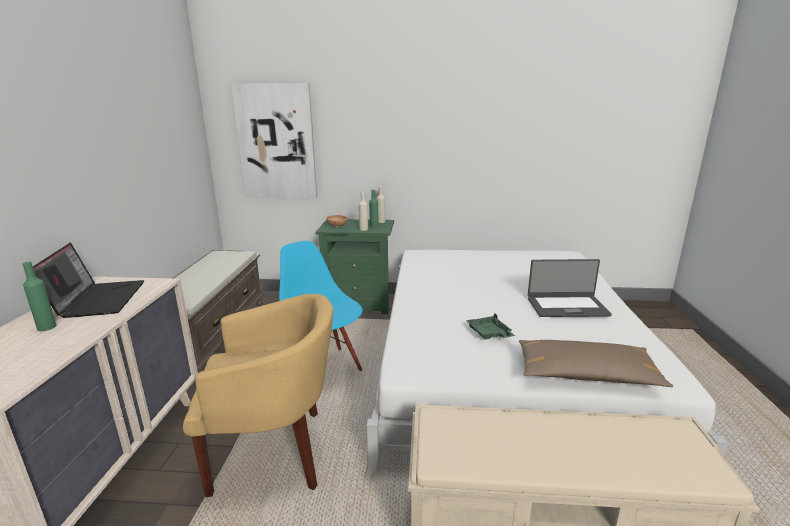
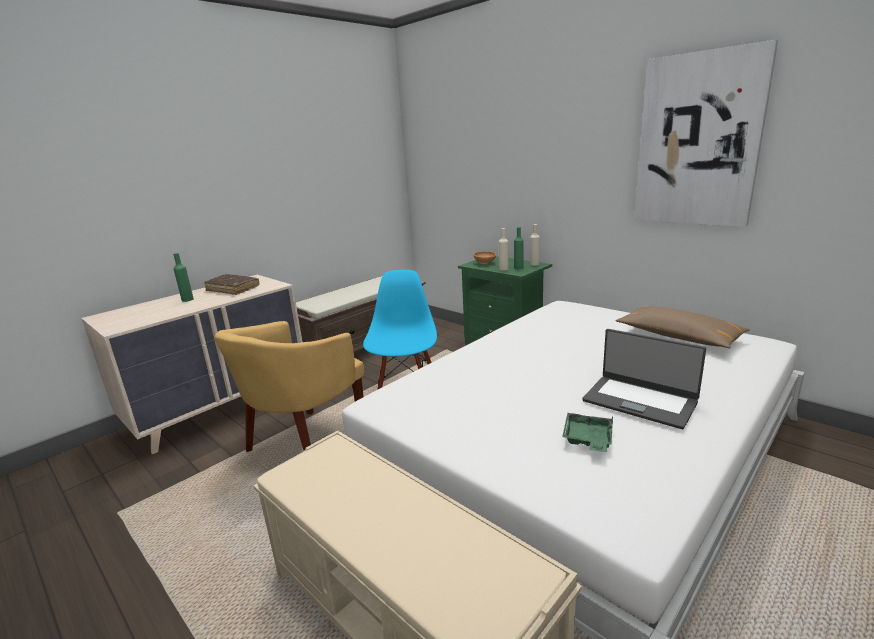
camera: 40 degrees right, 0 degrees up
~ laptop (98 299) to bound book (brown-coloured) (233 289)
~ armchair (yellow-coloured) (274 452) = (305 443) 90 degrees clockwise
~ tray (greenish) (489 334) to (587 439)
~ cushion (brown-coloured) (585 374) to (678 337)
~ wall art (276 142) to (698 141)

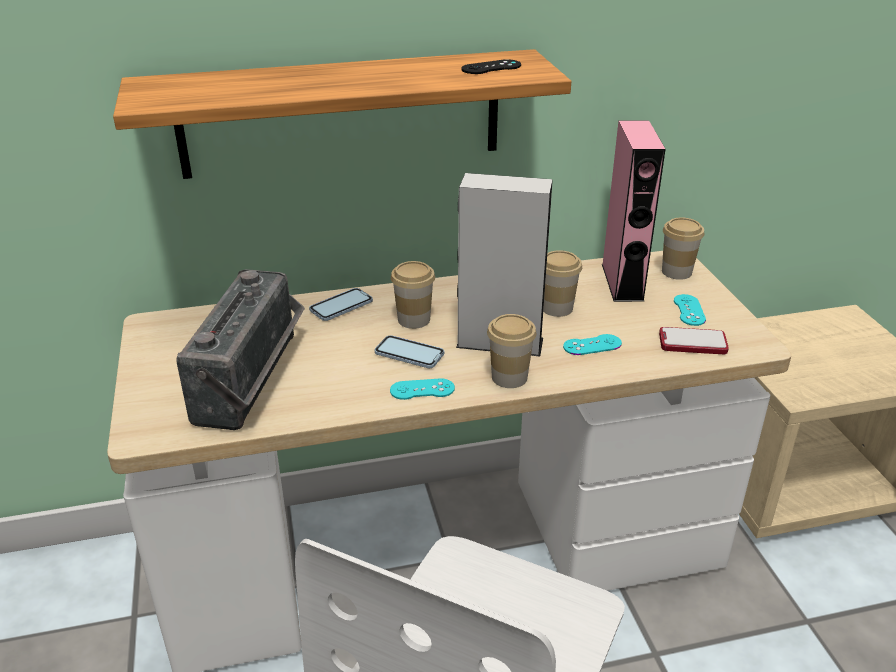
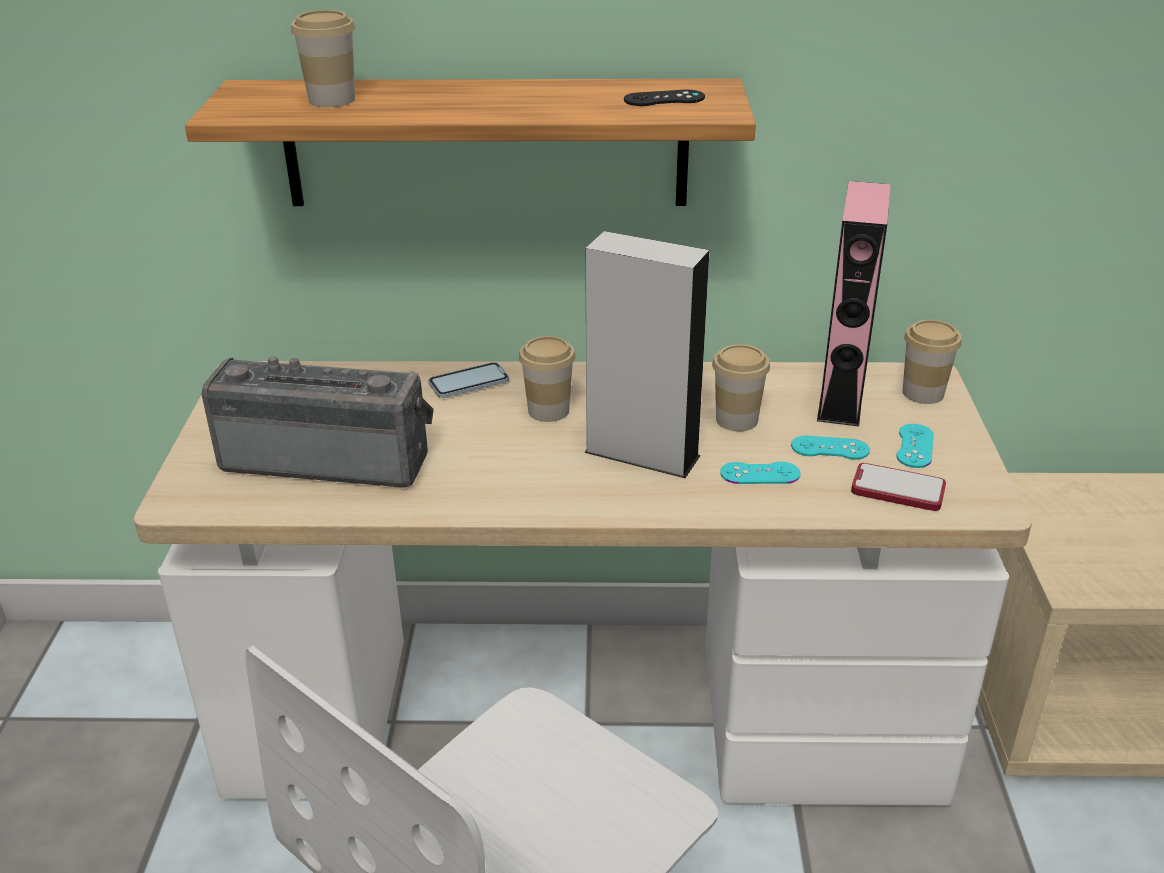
camera: 15 degrees right, 0 degrees up
~ radio (254 380) = (328 458) 105 degrees counterclockwise
~ drinking cup (509 377) to (332 100)
~ gamepad (blue-green) (422 389) to (830 448)
- phone (409 354)

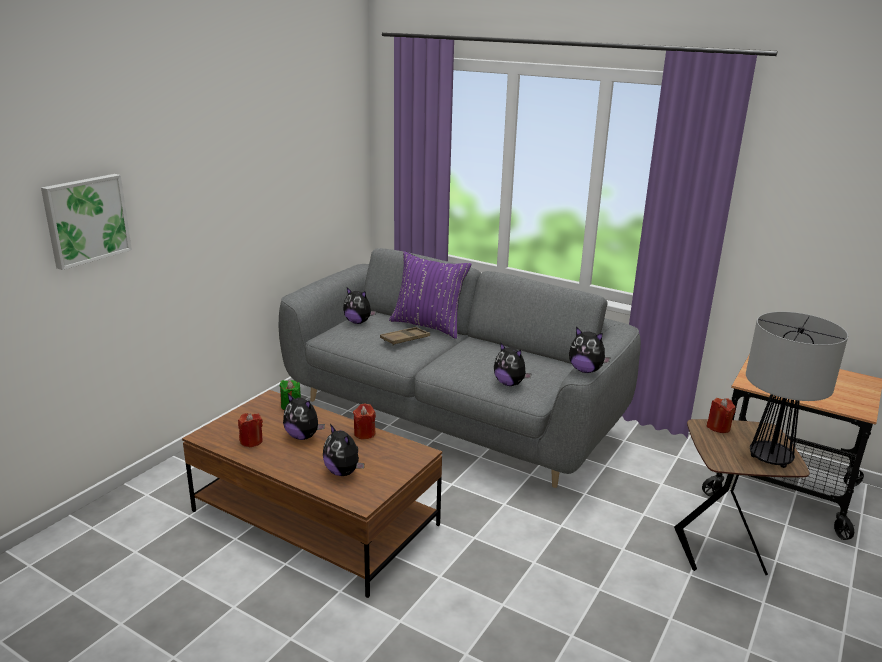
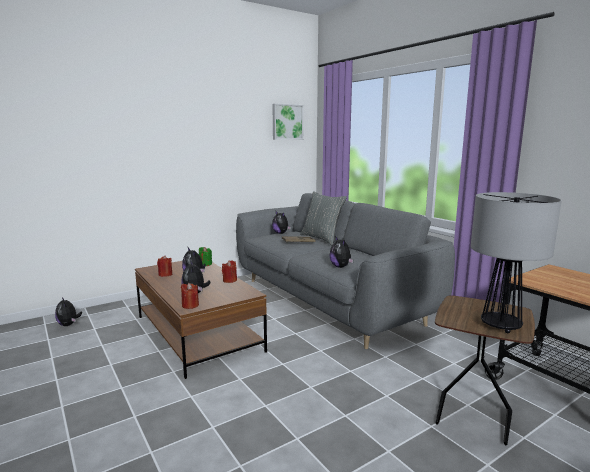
camera: 25 degrees right, 10 degrees down
~ cuddly toy (586 370) to (69 324)
~ wax light (red-coloured) (718 427) to (190 305)
~ wall art (86 220) to (287 122)
~ cushion (purple) (428 326) to cushion (gray) (321 239)

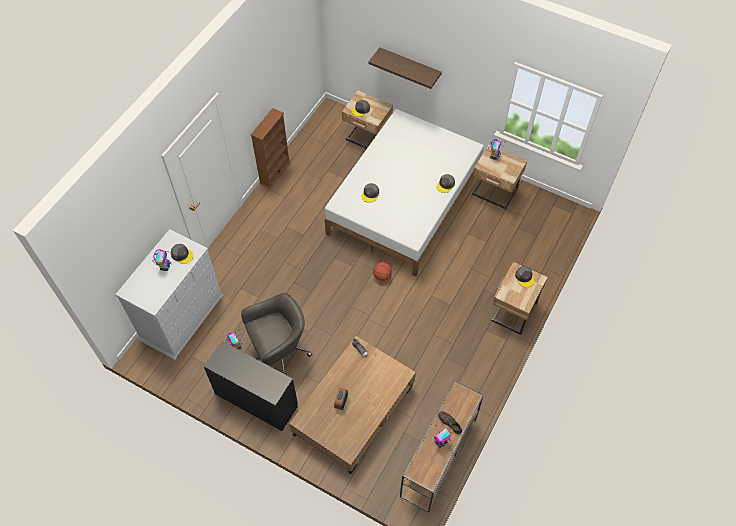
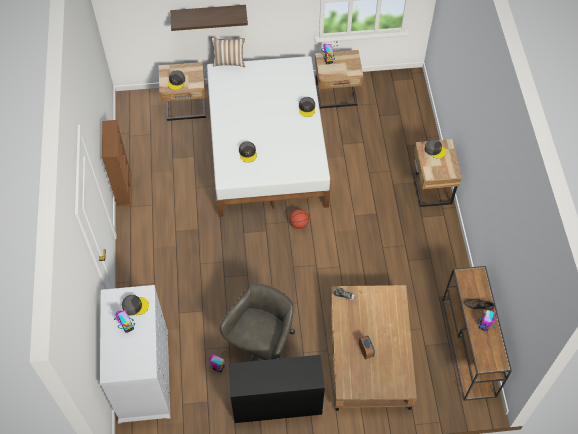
camera: 35 degrees left, 0 degrees up
+ cushion (229 62)

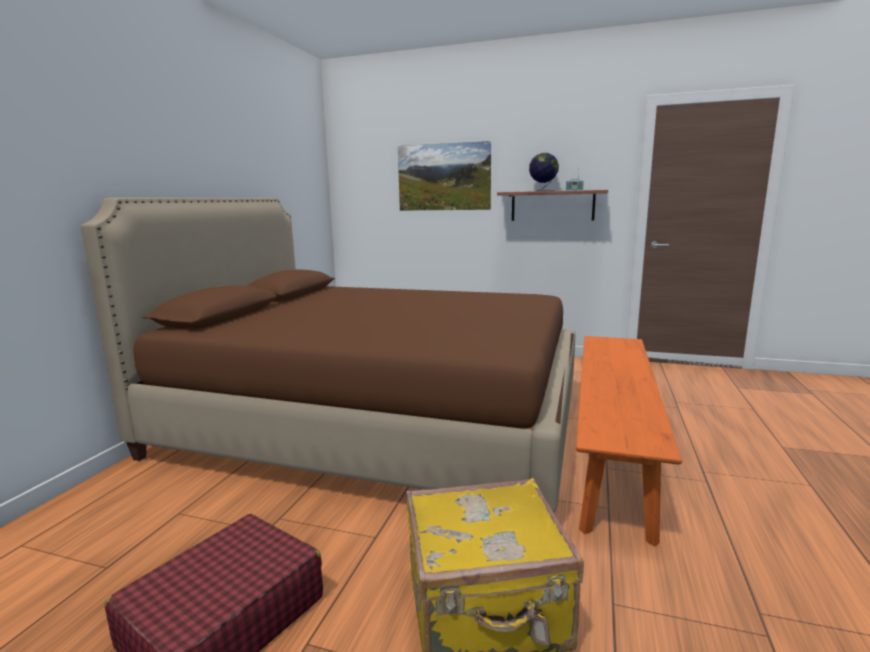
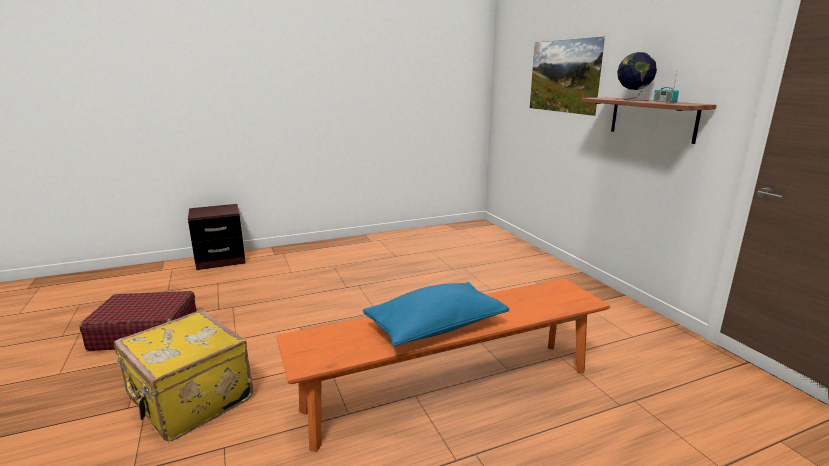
camera: 50 degrees right, 5 degrees up
+ bedside table (brown-coloured) (221 260)
+ cushion (blue-coloured) (436 327)
- bed (brown-coloured) (378 422)

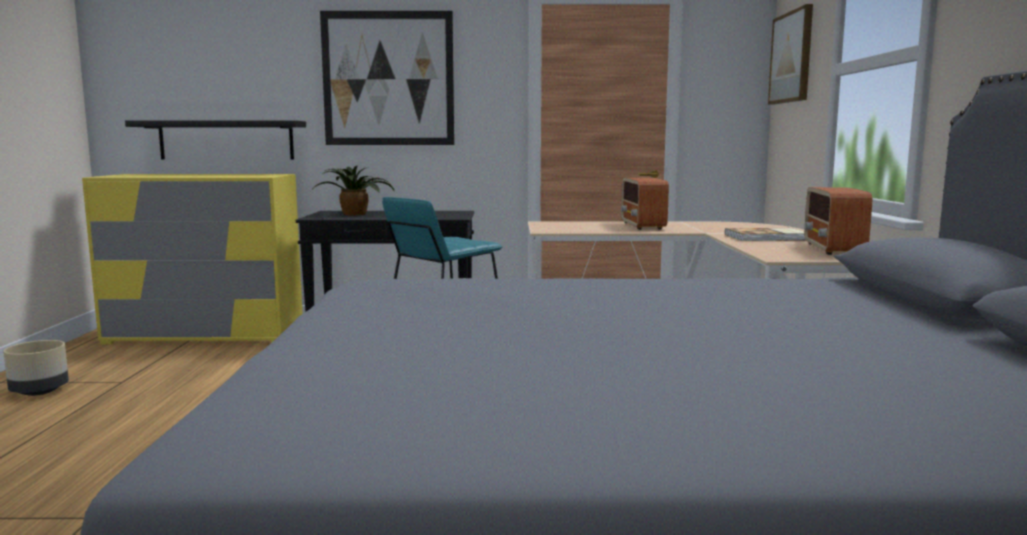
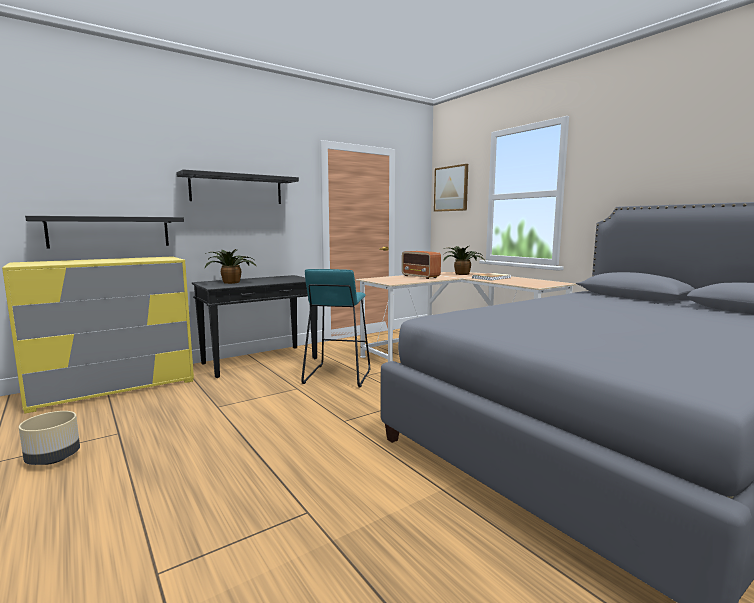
camera: 35 degrees left, 0 degrees up
~ wall art (388 79) to bracket shelf (black) (237 189)
+ potted plant (462 274)
- radio (833 249)

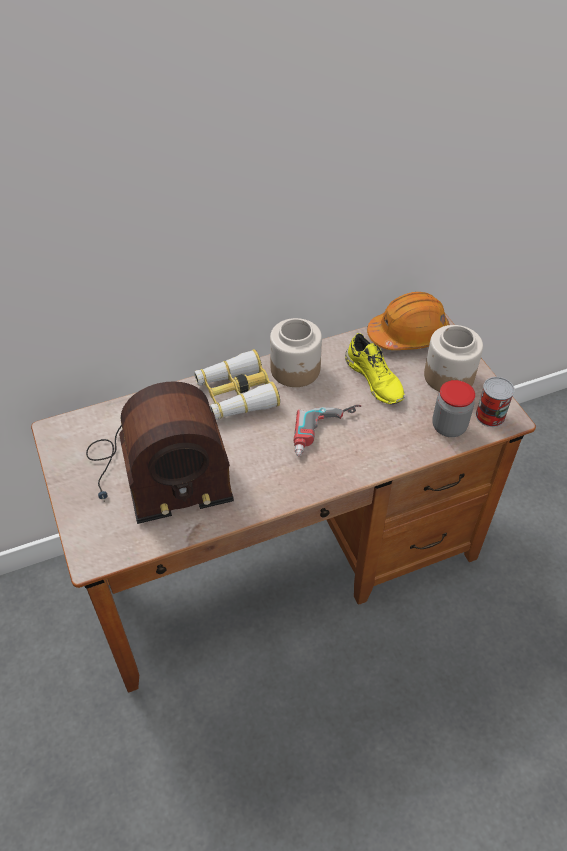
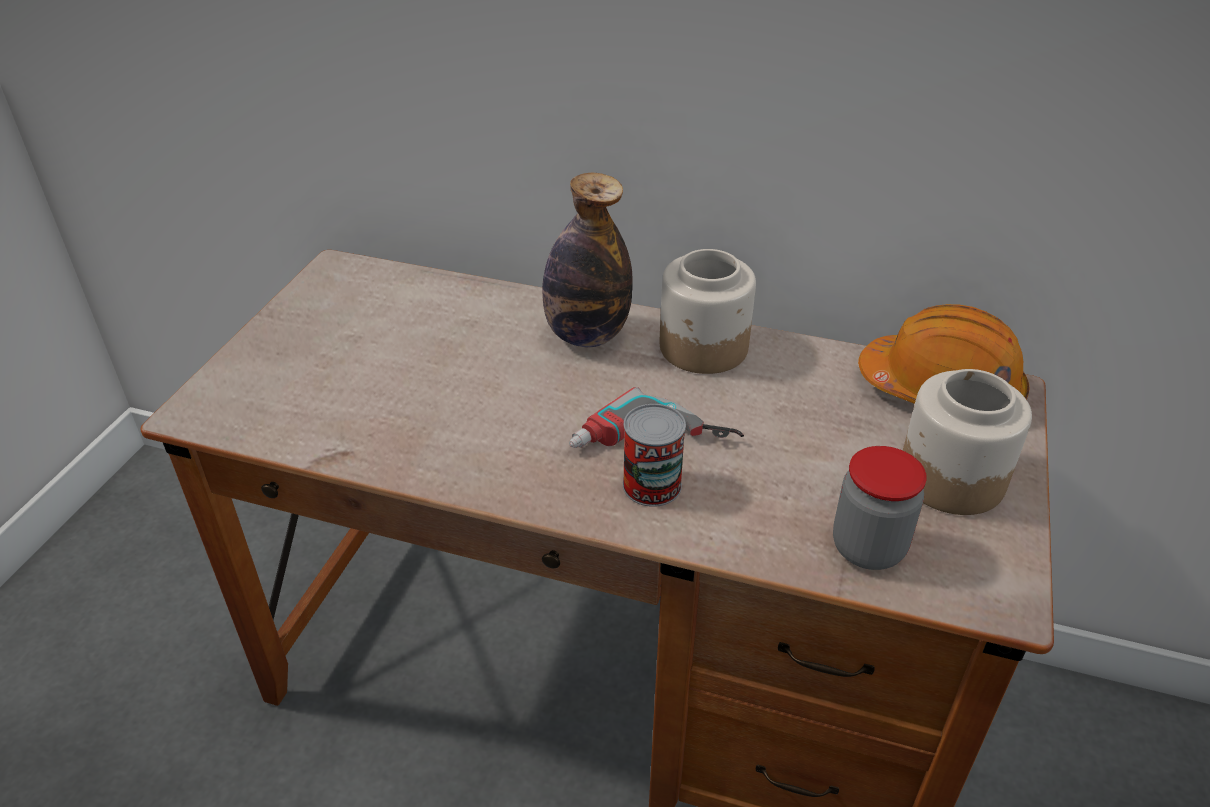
camera: 40 degrees right, 10 degrees down
~ pair of binoculars (236 394) to drink bottle (586 335)
~ can (490 415) to (652 485)
- radio (158 472)
- item of footwear (yellow-coloured) (375 379)

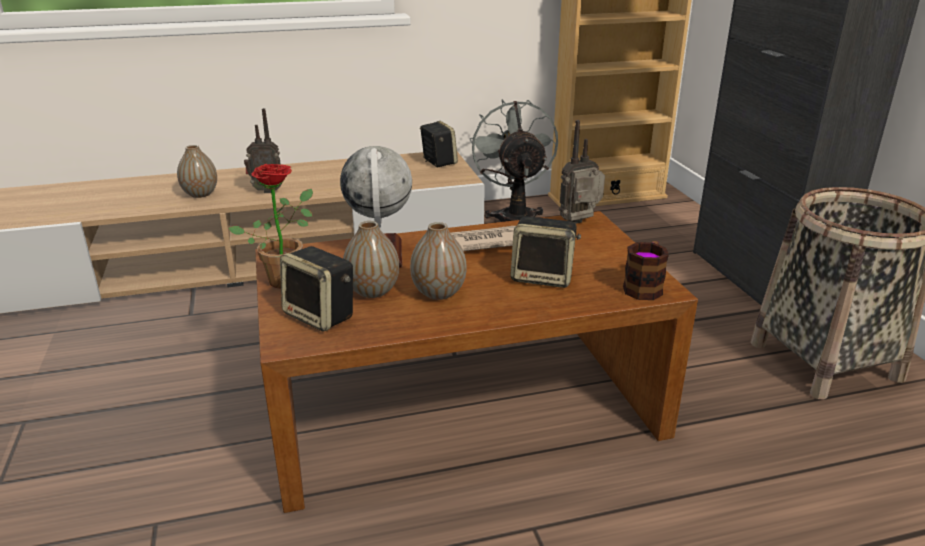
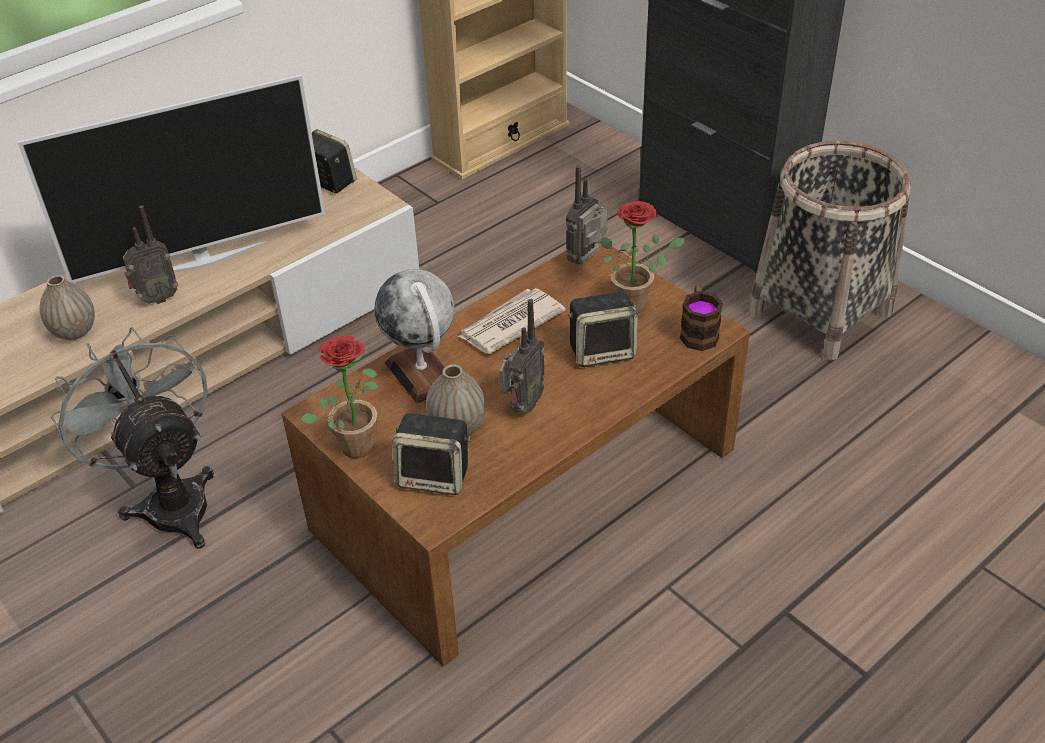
camera: 25 degrees left, 15 degrees up
+ television (203 259)
~ electric fan (gray) (514 217) to (170 500)
~ flower vase (438 293) to radio (522 406)
+ potted plant (637 304)

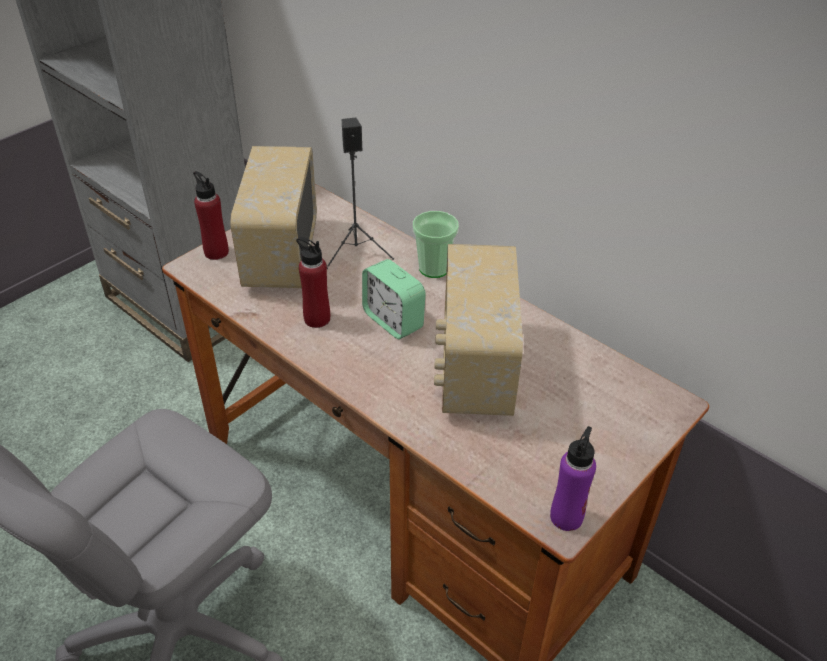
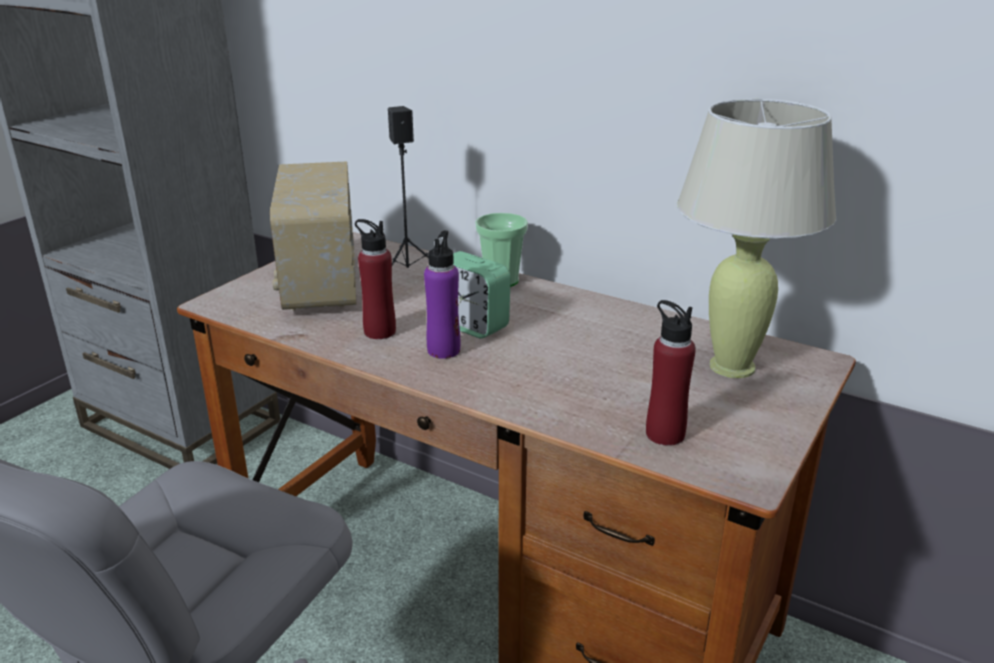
camera: 10 degrees left, 15 degrees down
~ drink bottle (purple) (566 517) to (444 350)
~ drink bottle (red-coloured) (216 252) to (665 434)
+ table lamp (beige-coloured) (731 366)
- radio (473 368)

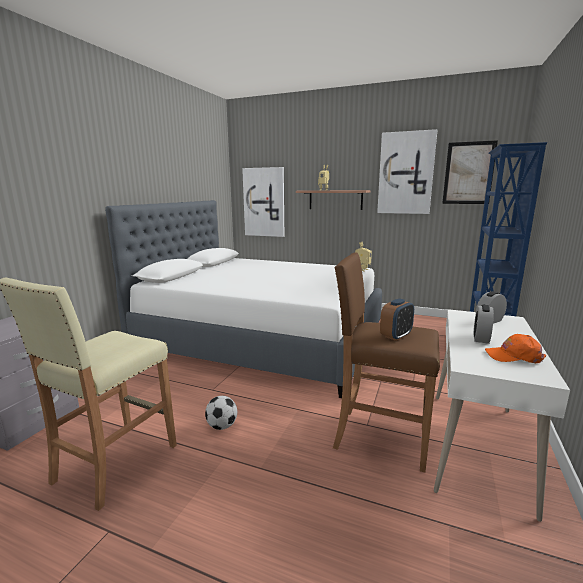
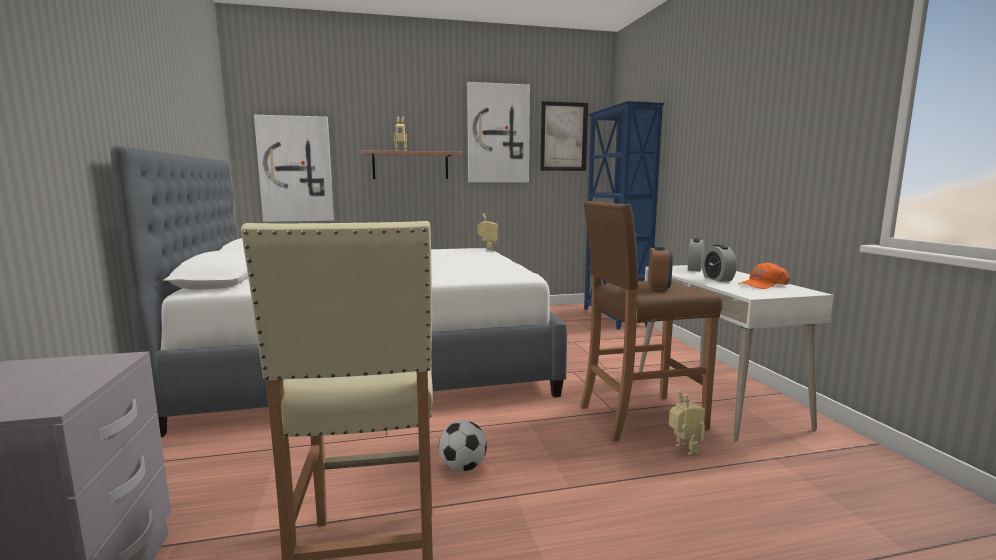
camera: 35 degrees left, 5 degrees down
+ toy robot (684 450)

